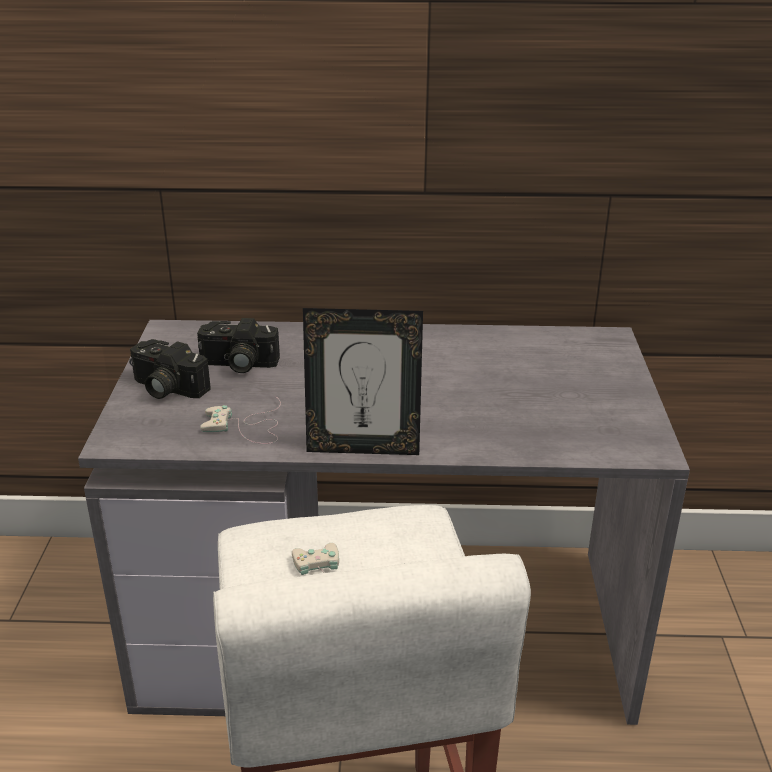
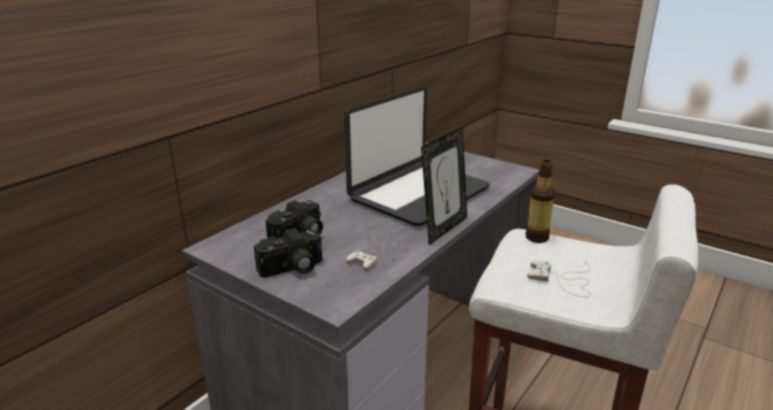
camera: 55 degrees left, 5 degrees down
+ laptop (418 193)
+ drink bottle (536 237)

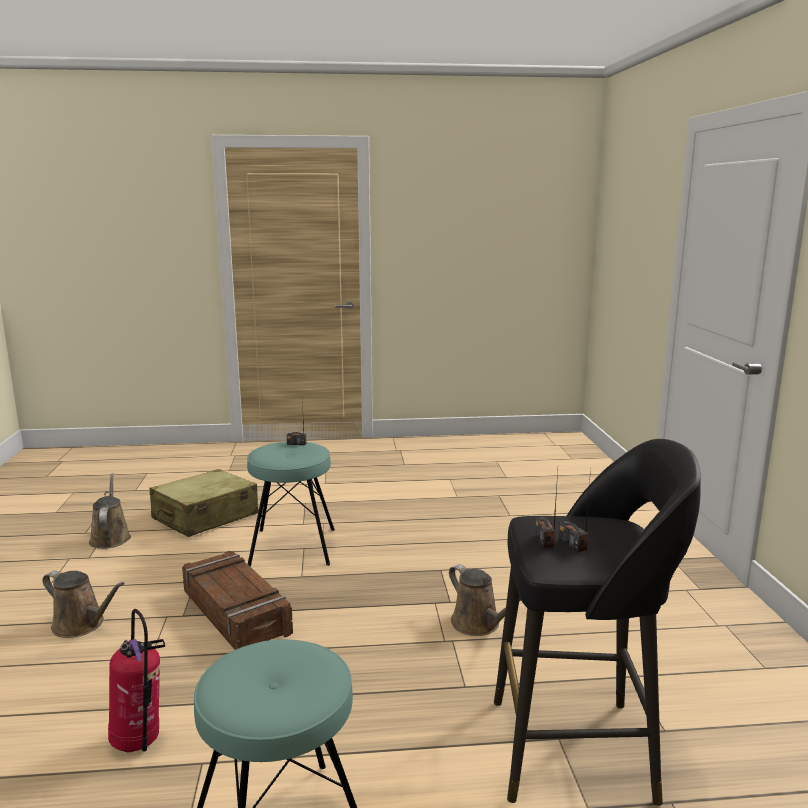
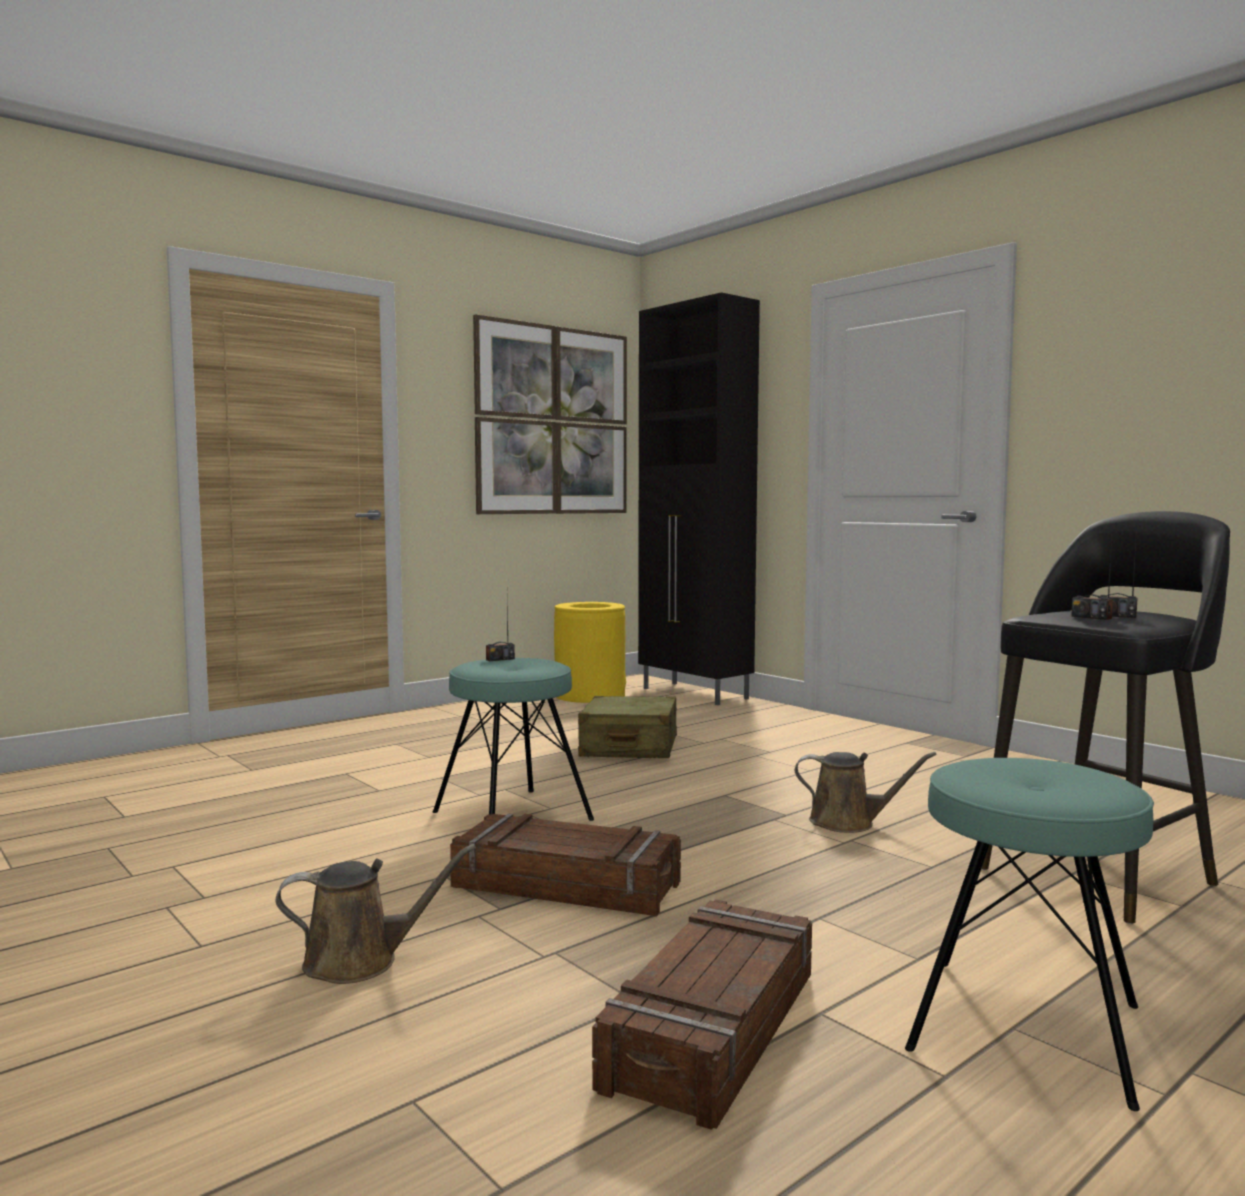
camera: 35 degrees left, 10 degrees down
+ wall art (553 421)
+ trash can (yellow-coloured) (590 695)
~ travel case (beige-coloured) (205 517) to (629 748)
~ fire extinguisher (140 743) to packing crate (711 1028)
+ cupboard (black) (695 694)
- watering can (brown-coloured) (110 537)

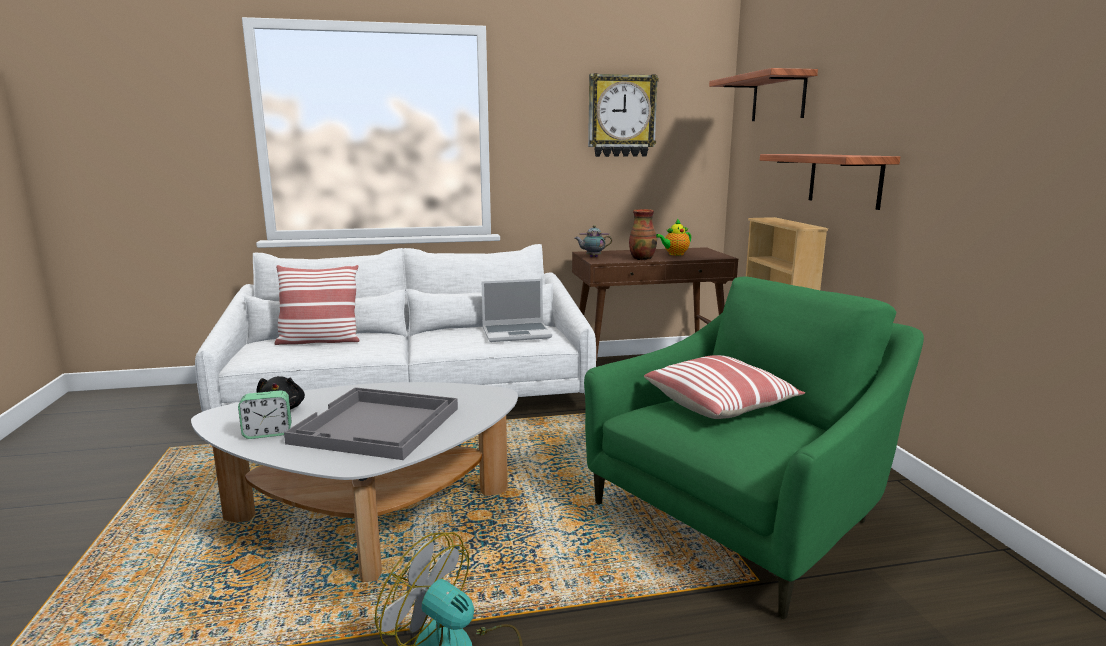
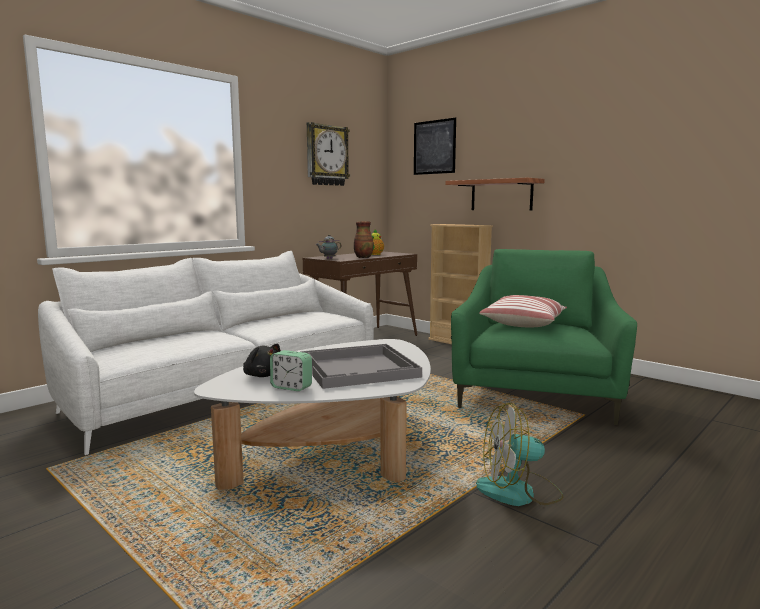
camera: 35 degrees left, 5 degrees down
~ bedside clock (267 433) = (291 387) 75 degrees clockwise
~ bracket shelf (778 98) to wall art (434 147)
- cushion (319 341)
- laptop (517 333)

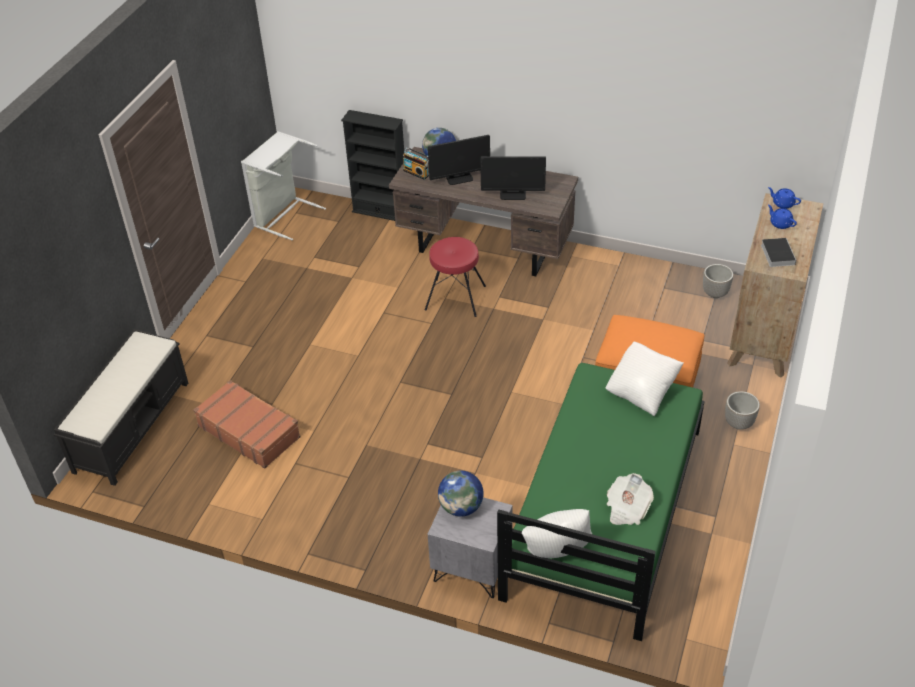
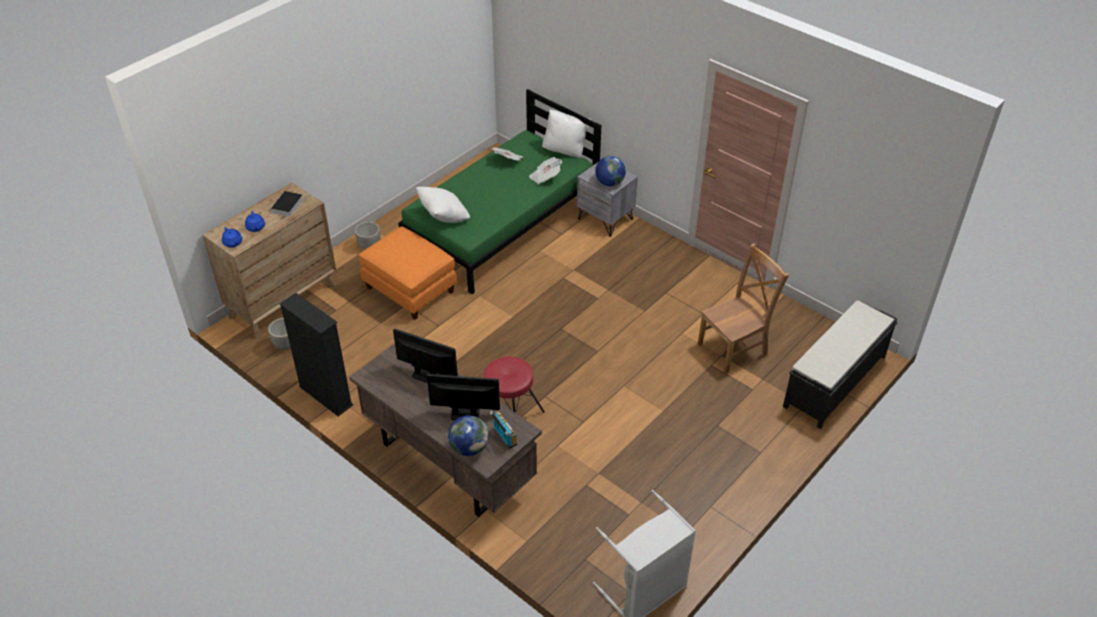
camera: 160 degrees left, 0 degrees up
~ bookshelf (black) (380 211) to (326 396)
+ newspaper (545 177)
~ travel case (brown-coloured) (249 431) to plain chair (brown-coloured) (734 348)

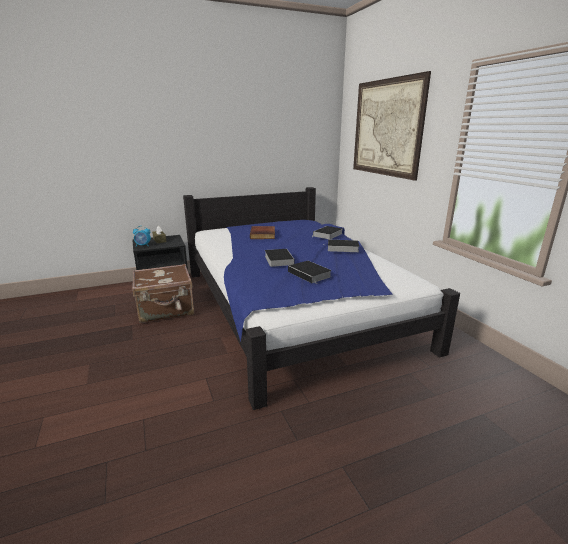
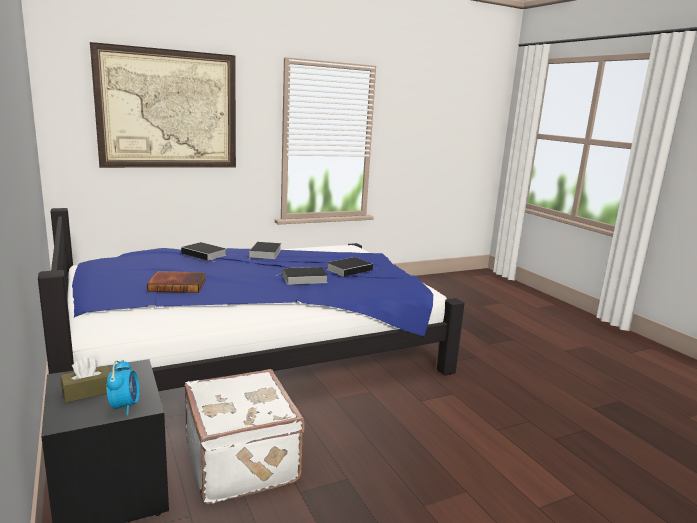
camera: 95 degrees left, 5 degrees down
~ travel case (brown-coloured) (166 310) to travel case (whitish) (243 461)

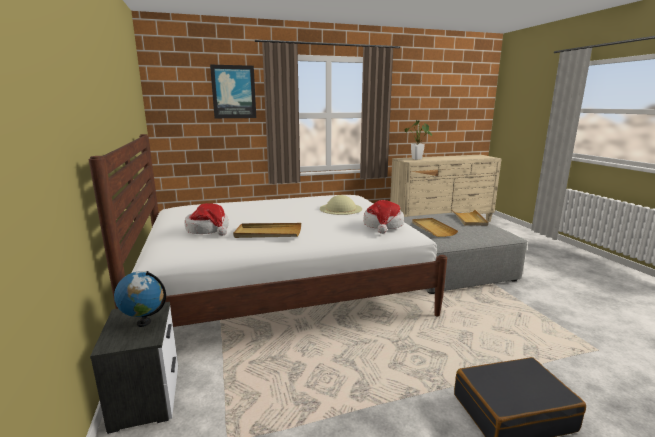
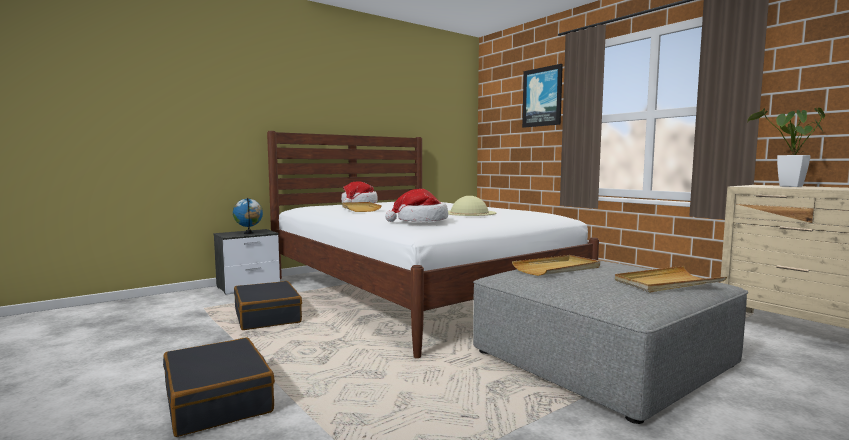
camera: 70 degrees right, 10 degrees down
+ travel case (black) (268 316)

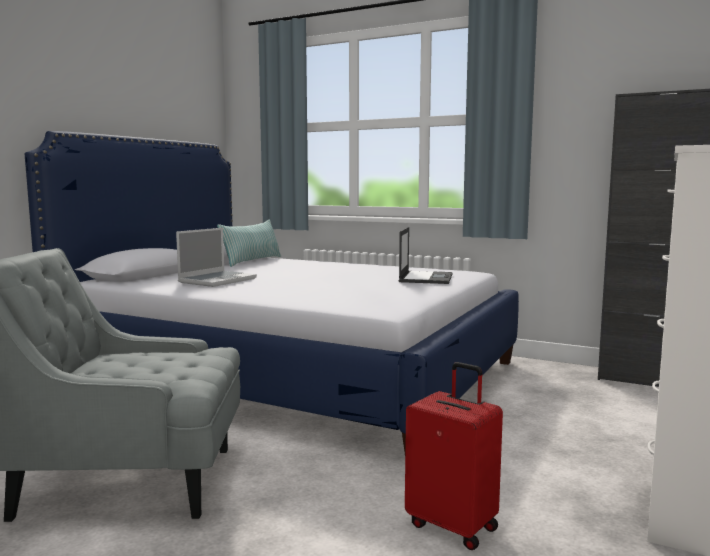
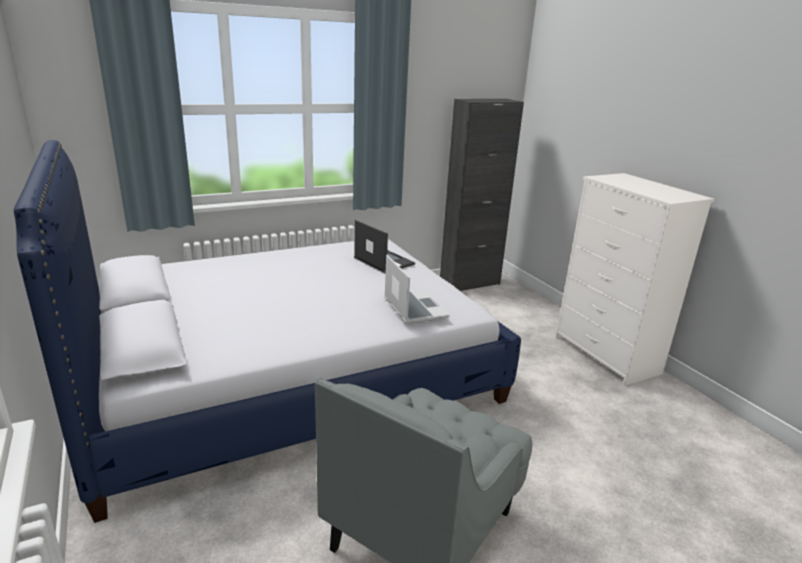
camera: 55 degrees left, 15 degrees up
~ laptop (217 280) to (413 308)
- cushion (252 261)
- travel case (red-coloured) (453 525)

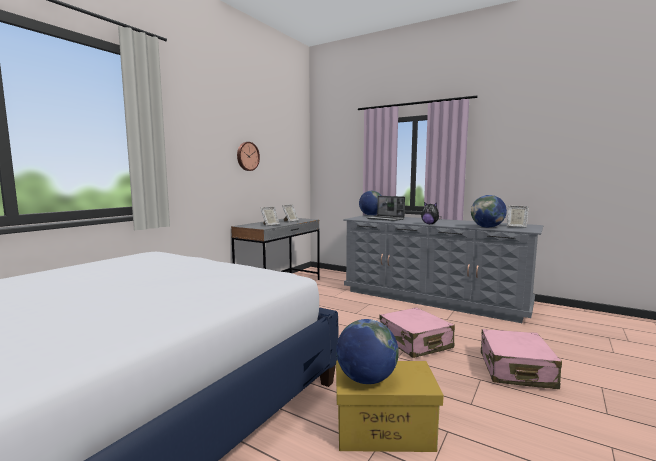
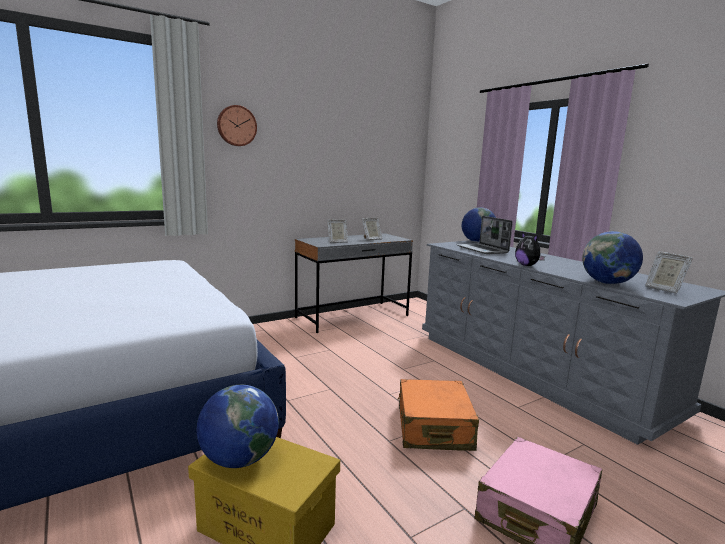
camera: 25 degrees right, 5 degrees up
~ wall clock (247 156) to (236 126)
~ travel case (pink) (415 342) to travel case (orange) (433 428)

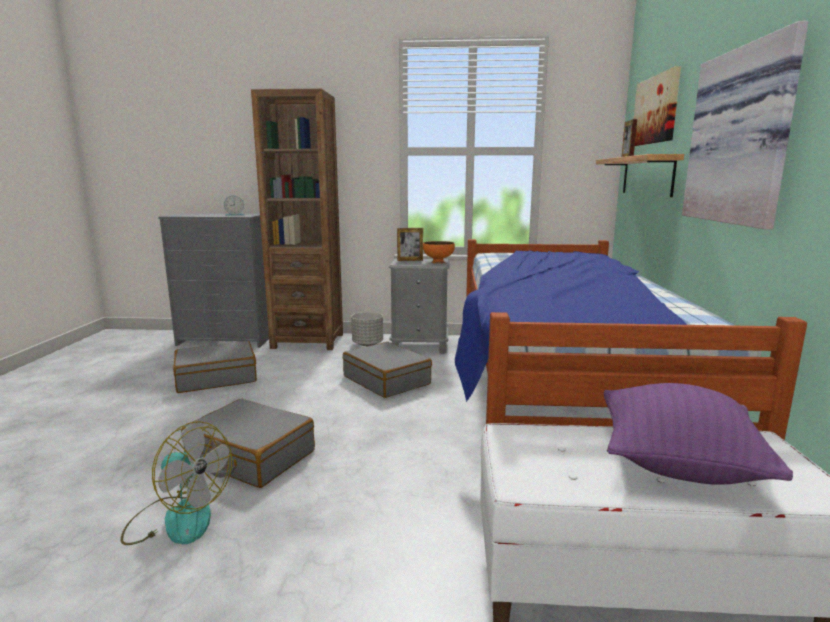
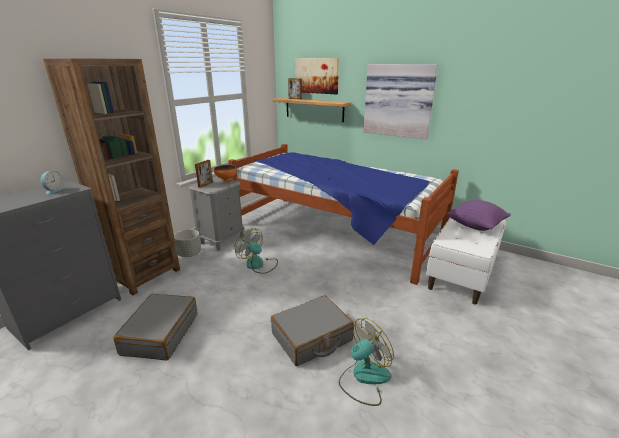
camera: 60 degrees left, 10 degrees up
~ travel case (gray) (387 380) to electric fan (258 265)

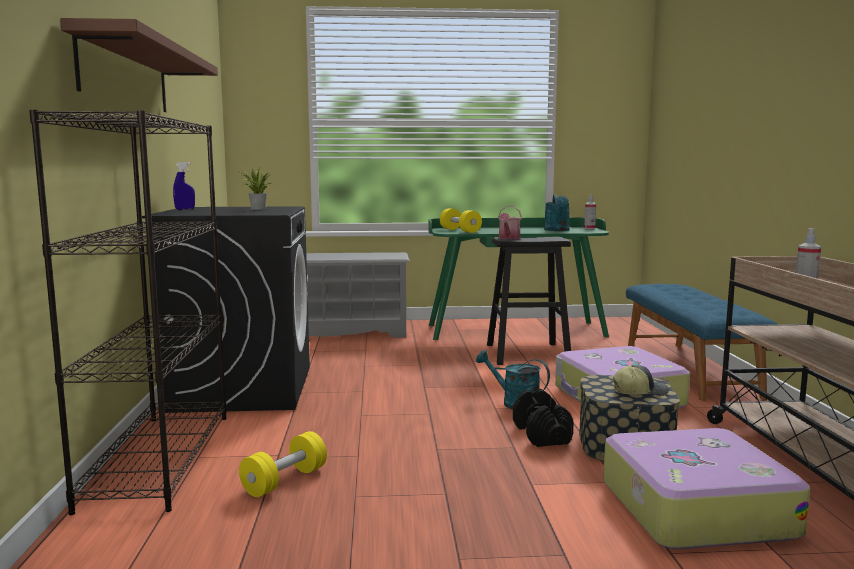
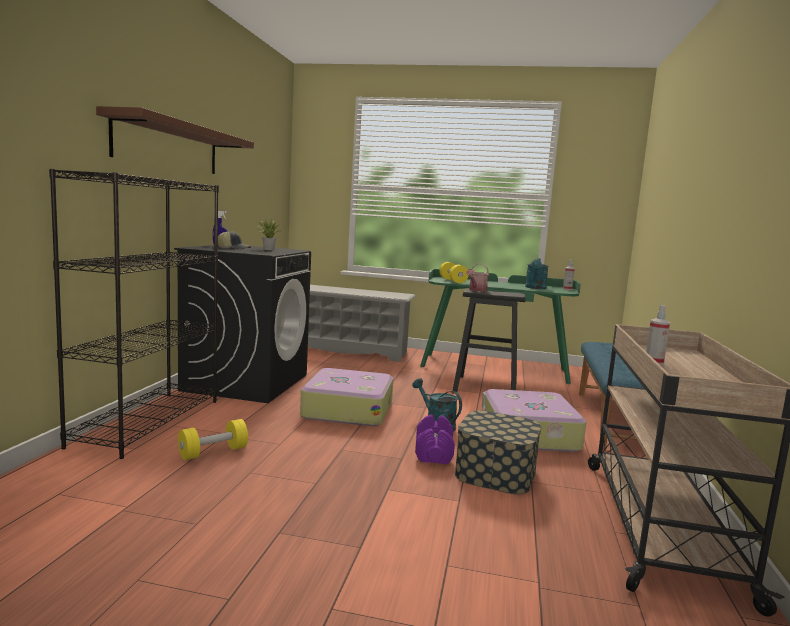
camera: 15 degrees right, 0 degrees up
~ baseball cap (640 391) to (234 248)
~ travel case (693 508) to (347 409)
~ free weight (black) (541 434) to free weight (purple) (433 452)

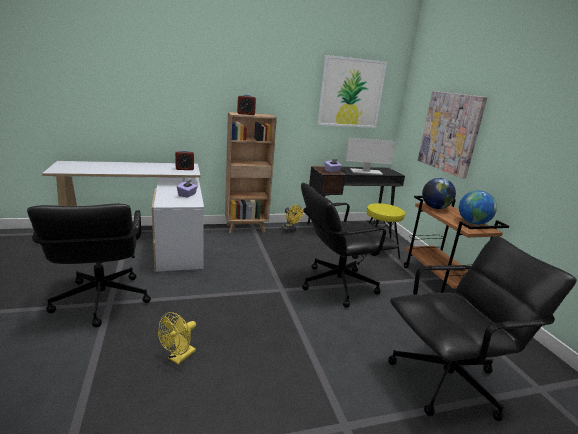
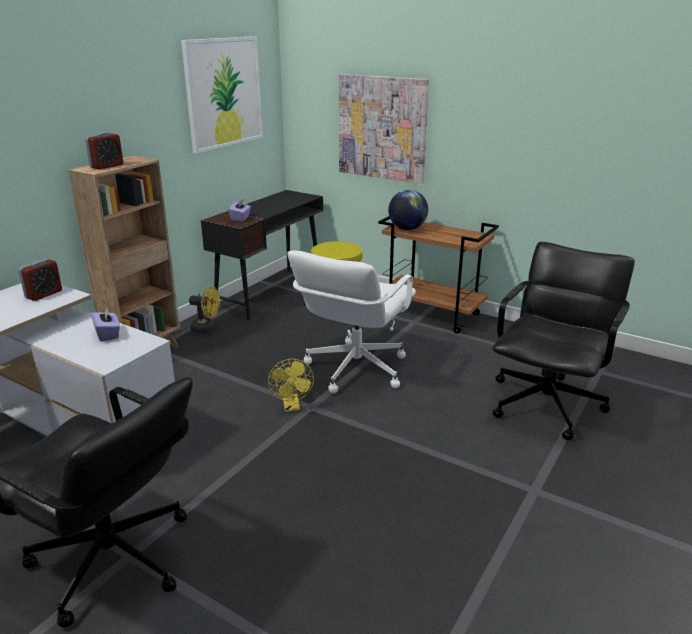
camera: 40 degrees left, 5 degrees up
~ electric fan (yellow-coloured) (179 358) to (292 407)
~ office chair (black) (337 285) to office chair (whitish) (355 369)
- computer display (366 172)
- desk globe (472 223)

